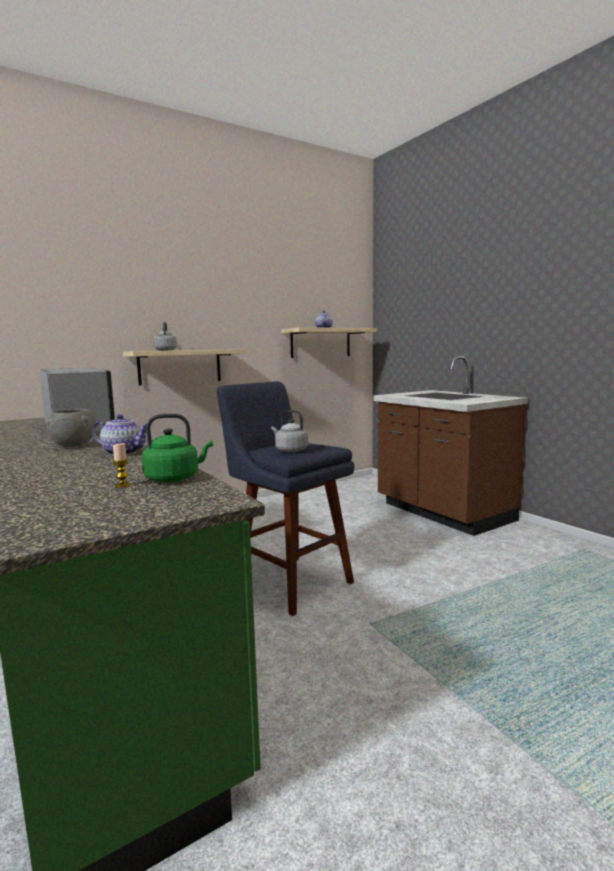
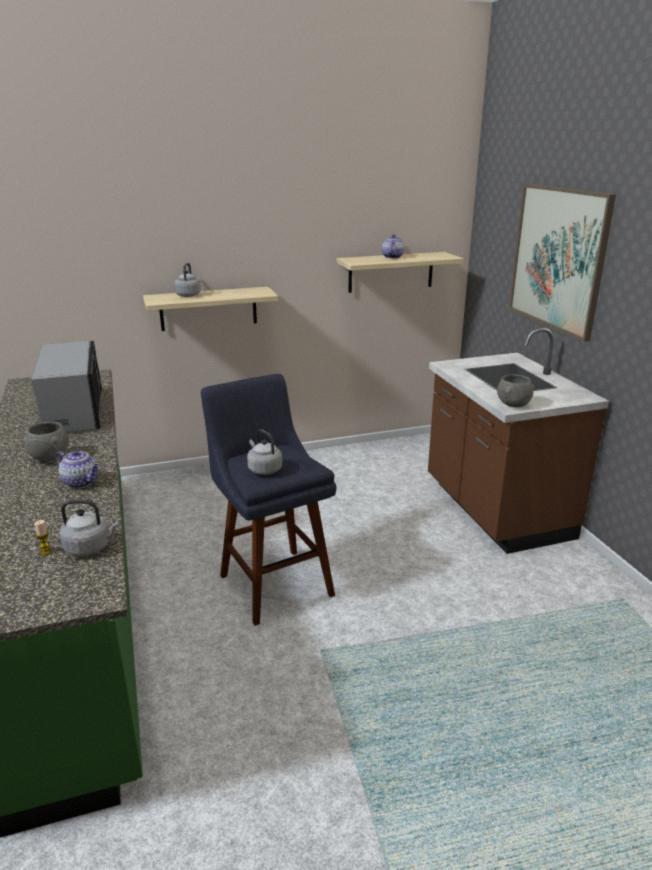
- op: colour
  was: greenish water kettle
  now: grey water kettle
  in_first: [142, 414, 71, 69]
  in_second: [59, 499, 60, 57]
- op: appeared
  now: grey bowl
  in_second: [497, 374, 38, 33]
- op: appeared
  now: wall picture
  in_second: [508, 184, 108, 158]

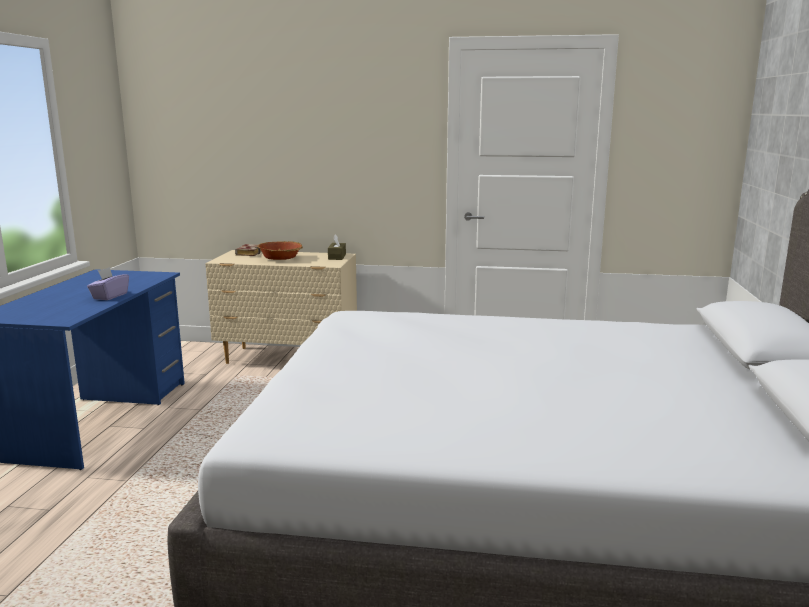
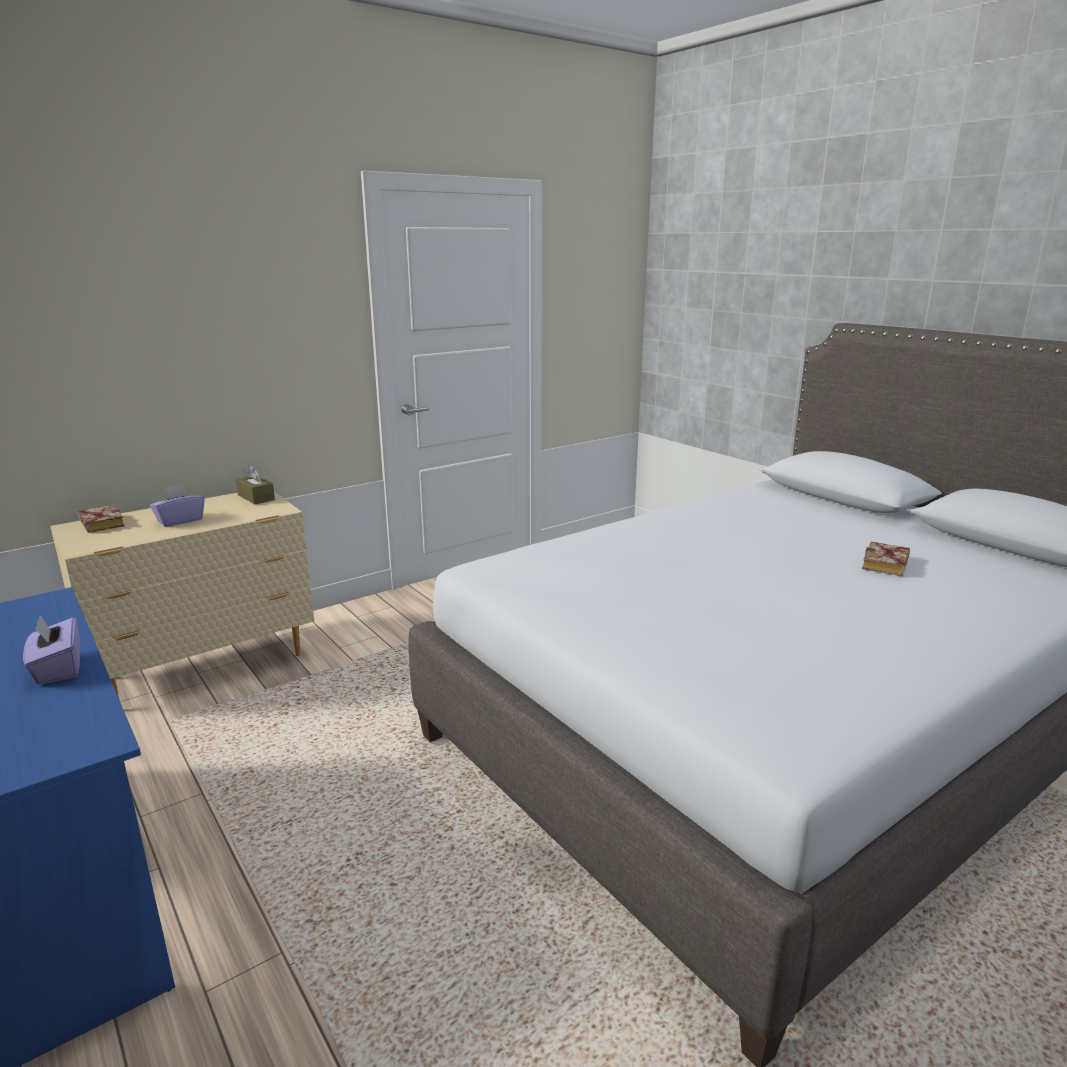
- op: exchanged
  was: bowl
  now: purple-coloured tissue holder
  in_first: [257, 241, 46, 19]
  in_second: [150, 484, 55, 43]
- op: appeared
  now: bound book
  in_second: [862, 542, 48, 34]

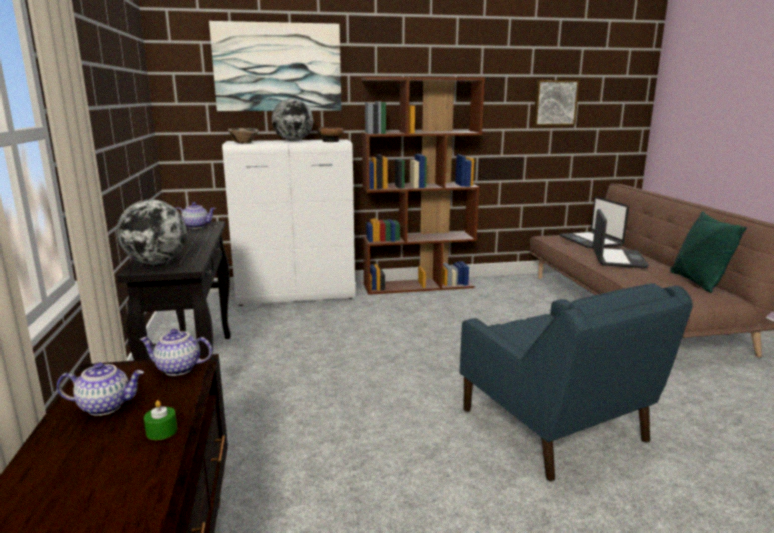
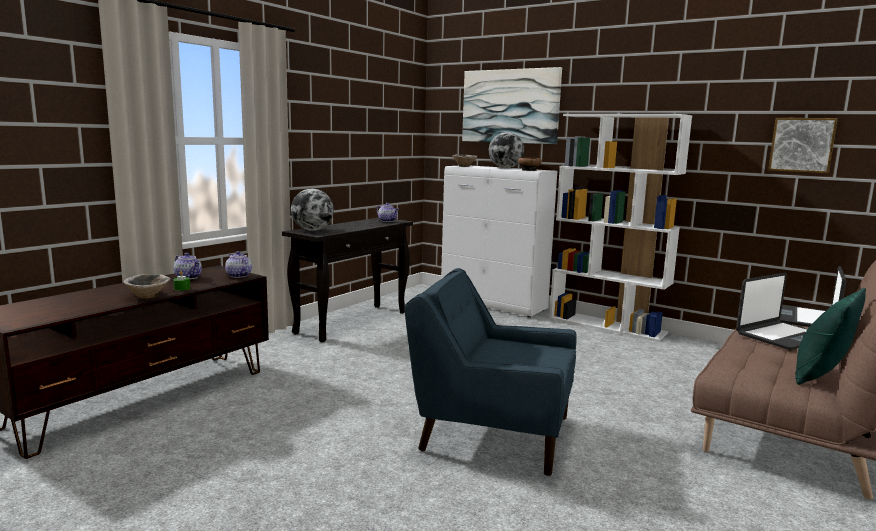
- op: appeared
  now: bowl
  in_second: [124, 274, 47, 25]
- op: spun
  was: bluish armchair
  in_first: [460, 283, 233, 198]
  in_second: [405, 268, 172, 208]
  clockwise: 90
- op: colour
  was: brown shelving unit
  now: white-coloured shelving unit
  in_first: [361, 77, 124, 218]
  in_second: [549, 114, 143, 228]

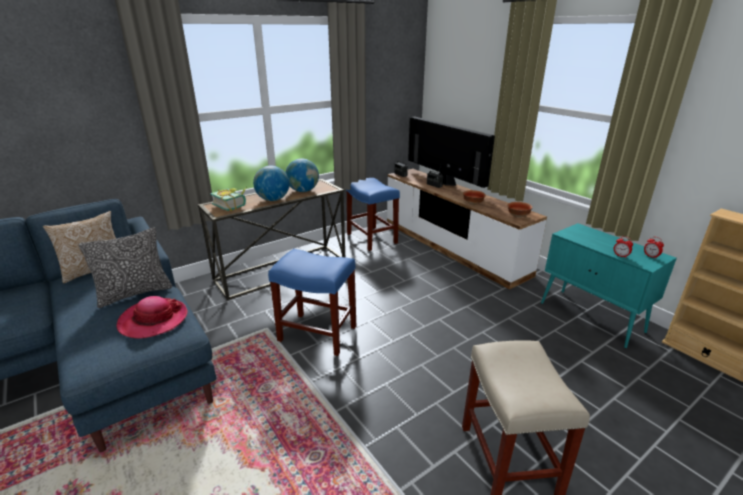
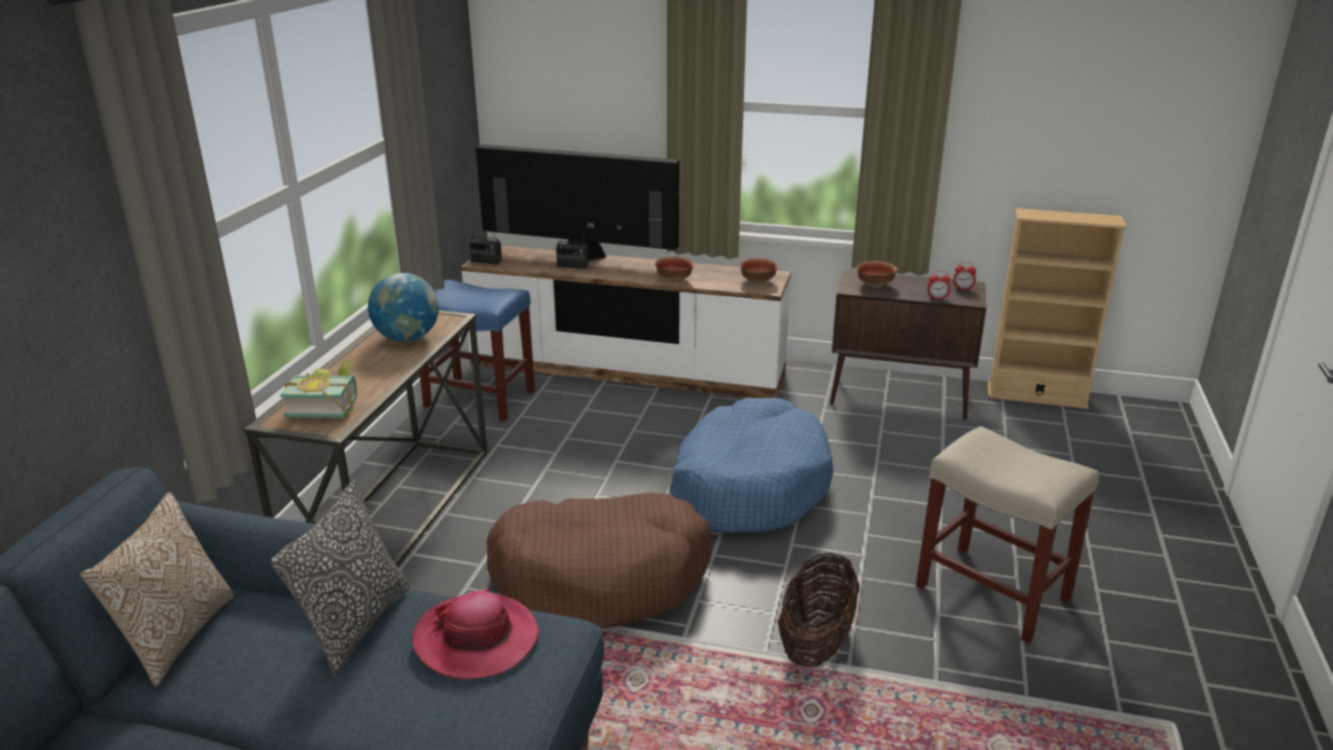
- op: exchanged
  was: bluish stool seat
  now: brown dog cushion
  in_first: [268, 249, 88, 107]
  in_second: [487, 492, 224, 137]
- op: appeared
  now: bluish dog cushion
  in_second: [670, 398, 163, 135]
- op: appeared
  now: household basket
  in_second: [778, 552, 82, 116]
- op: colour
  was: turquoise-coloured cupboard
  now: brown cupboard
  in_first: [541, 223, 136, 125]
  in_second: [830, 270, 157, 150]
- op: appeared
  now: bowl
  in_second: [856, 261, 41, 27]
- op: missing
  was: desk globe
  in_first: [253, 165, 36, 36]

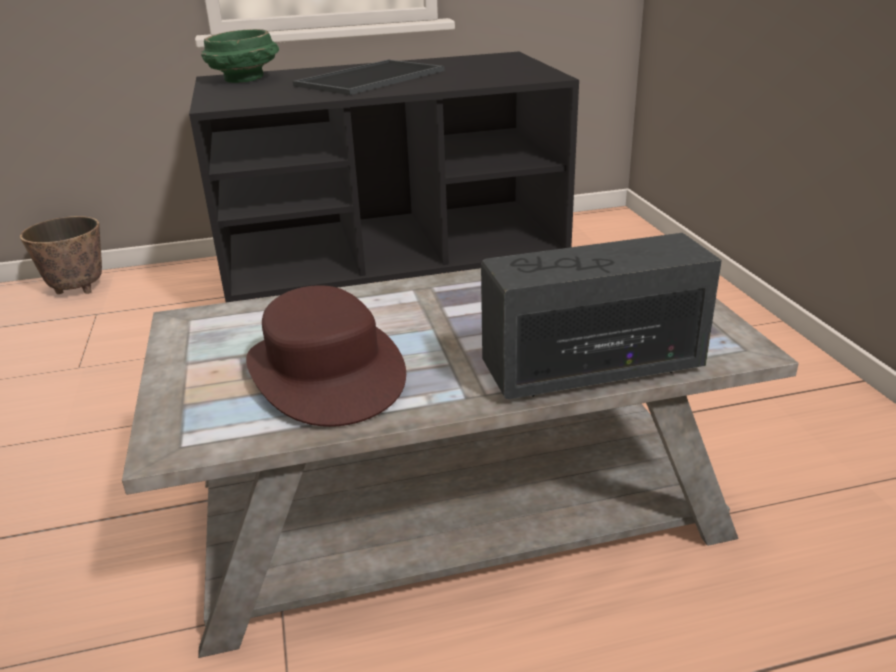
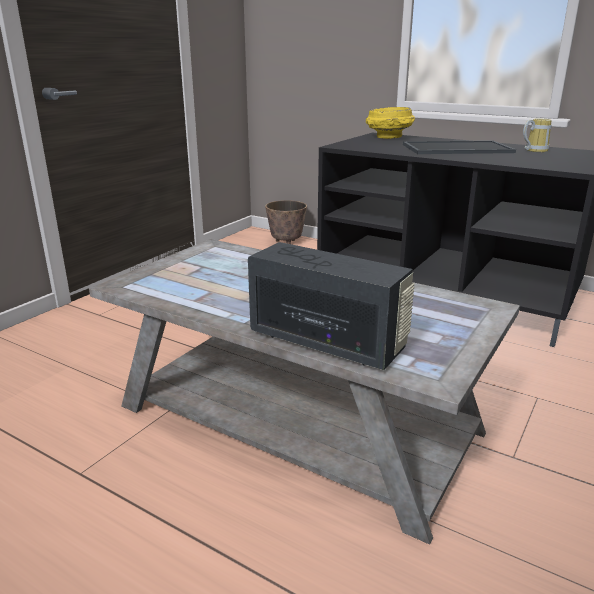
- op: colour
  was: greenish bowl
  now: yellowish bowl
  in_first: [201, 29, 78, 54]
  in_second: [366, 107, 49, 32]
- op: appeared
  now: mug
  in_second: [523, 118, 29, 34]
- op: missing
  was: brown hat
  in_first: [246, 285, 160, 142]

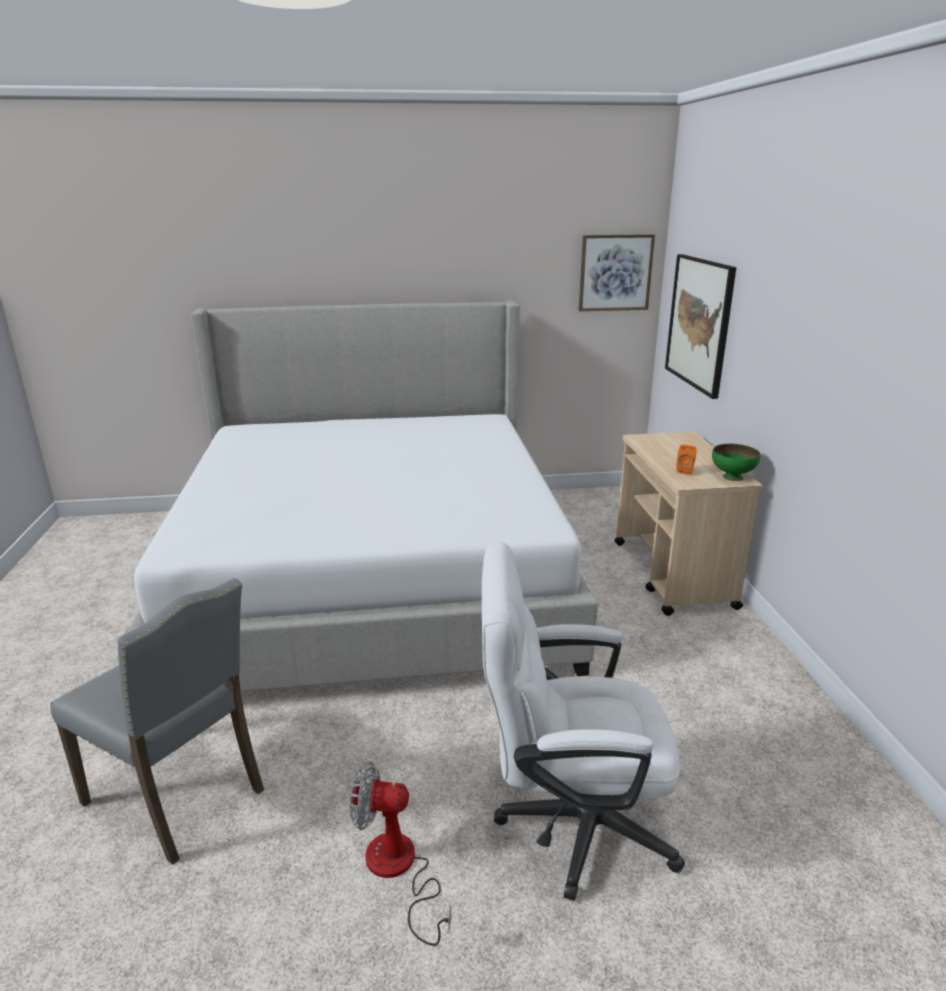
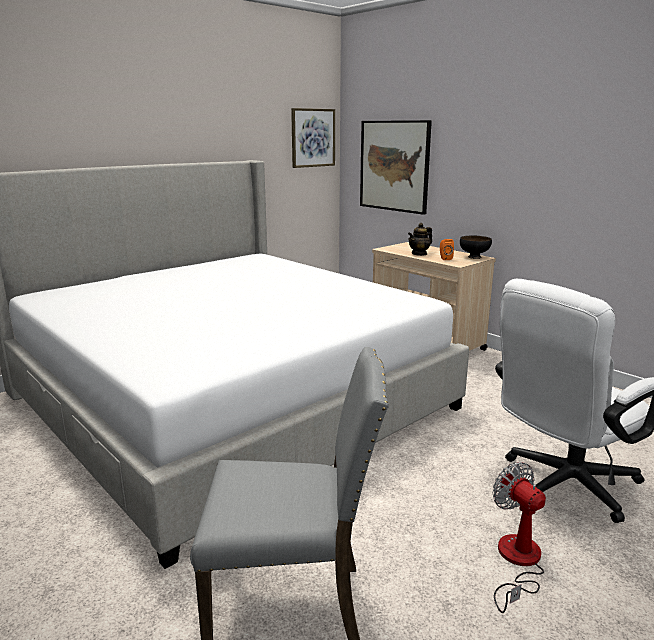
- op: appeared
  now: pot for tea
  in_second: [408, 223, 24, 33]
- op: colour
  was: greenish bowl
  now: black bowl
  in_first: [712, 444, 48, 37]
  in_second: [460, 236, 32, 23]
- op: spun
  was: cooling fan
  in_first: [350, 761, 101, 185]
  in_second: [493, 462, 53, 151]
  clockwise: 90

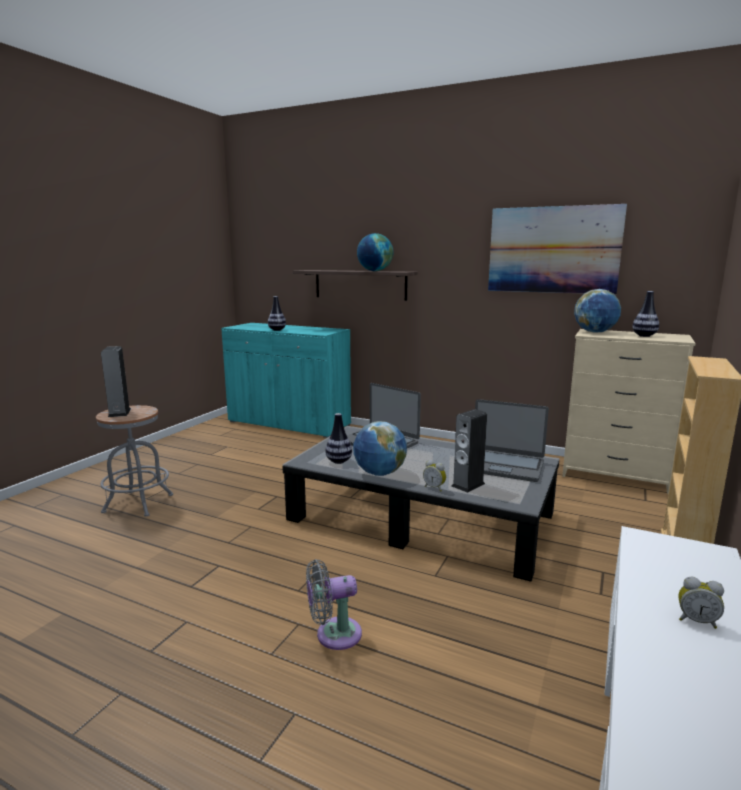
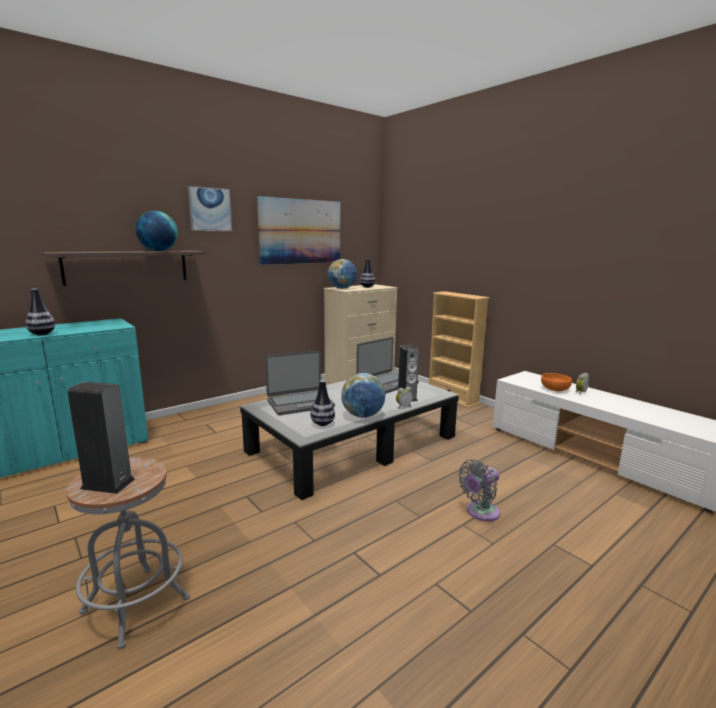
- op: appeared
  now: wall picture
  in_second: [188, 186, 44, 45]
- op: spun
  was: grey cooling fan
  in_first: [306, 559, 56, 91]
  in_second: [458, 459, 42, 62]
  clockwise: 45
- op: appeared
  now: orange-coloured bowl
  in_second: [541, 373, 31, 18]

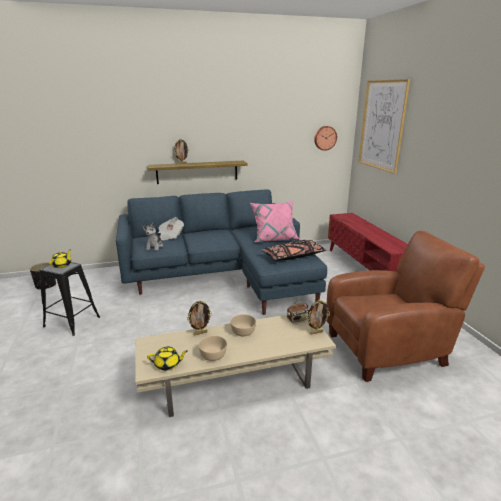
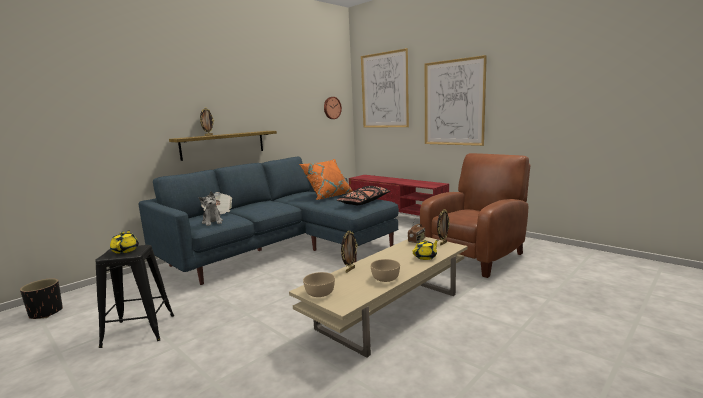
- op: colour
  was: pink cushion
  now: orange-coloured cushion
  in_first: [250, 201, 50, 41]
  in_second: [299, 159, 53, 41]
- op: relocated
  was: beige-coloured bowl
  in_first: [230, 314, 26, 22]
  in_second: [303, 272, 32, 25]
- op: relocated
  was: yellowish pot for tea
  in_first: [147, 347, 41, 24]
  in_second: [412, 240, 26, 20]
- op: appeared
  now: wall picture
  in_second: [425, 55, 62, 91]

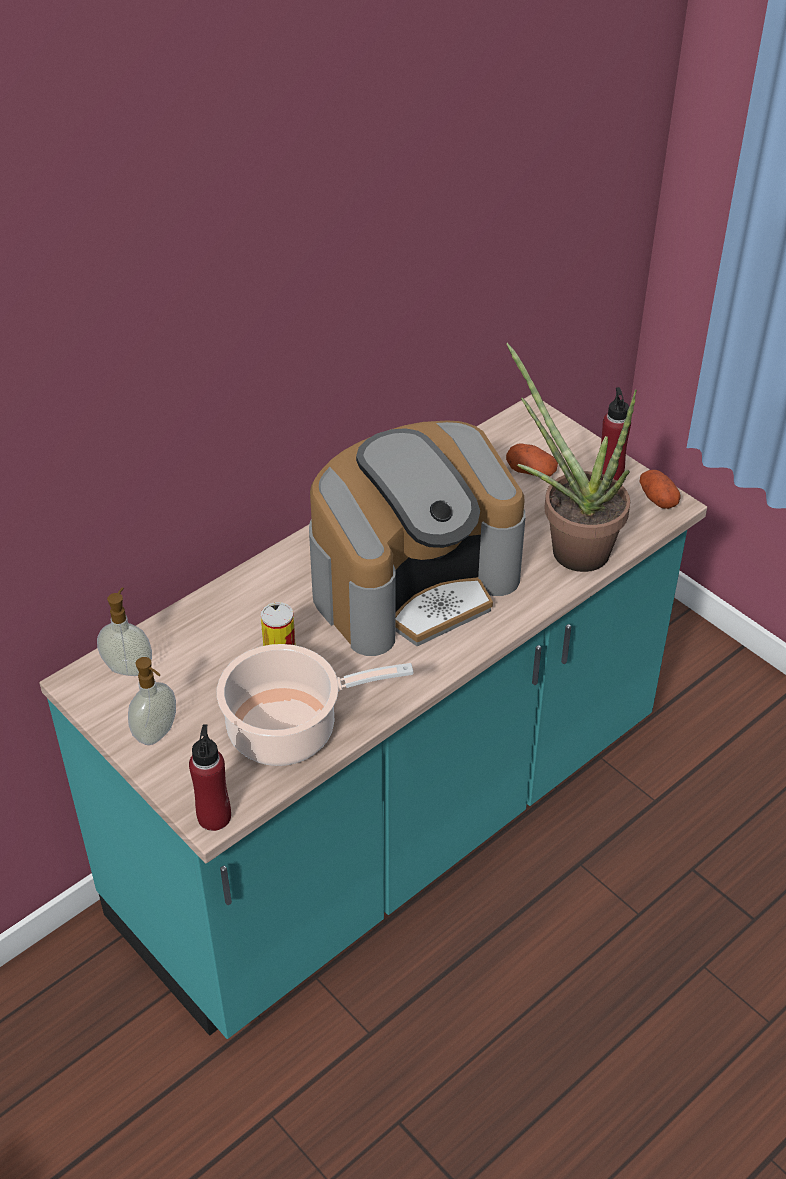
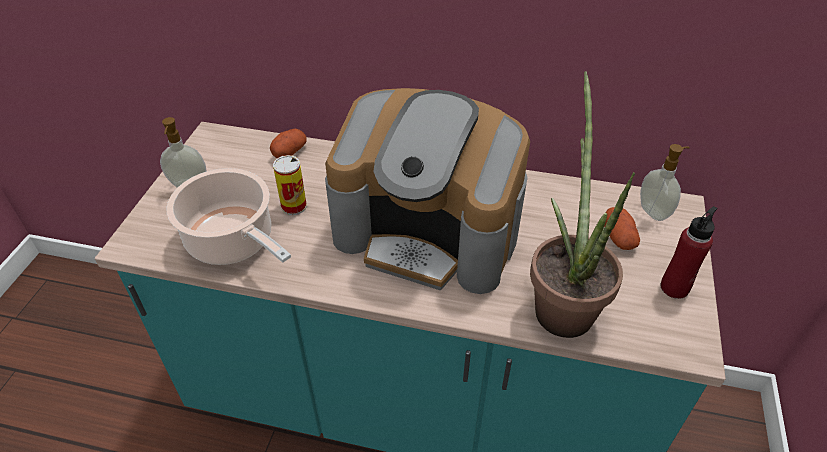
- op: relocated
  was: whole potato
  in_first: [640, 470, 41, 39]
  in_second: [270, 129, 37, 29]
- op: relocated
  was: soap dispenser
  in_first: [97, 588, 55, 88]
  in_second: [640, 144, 50, 77]
- op: missing
  was: reddish bottle
  in_first: [189, 724, 42, 107]

